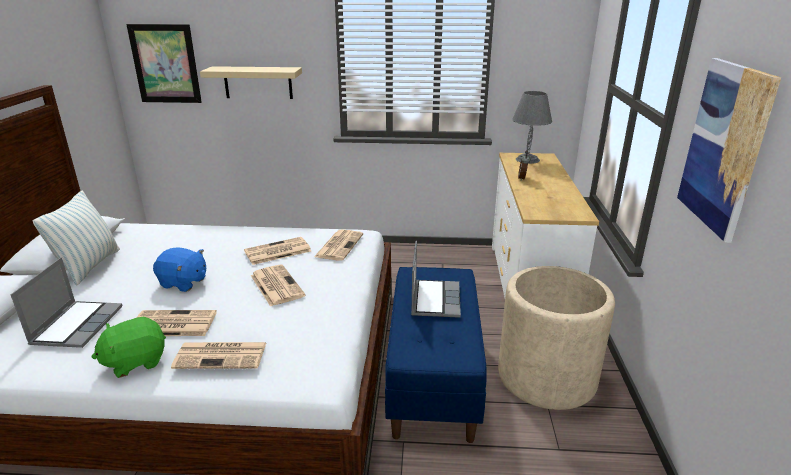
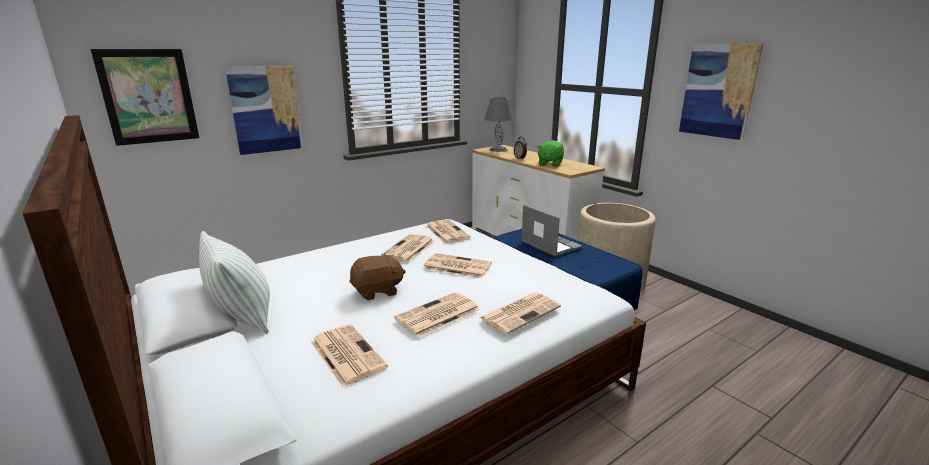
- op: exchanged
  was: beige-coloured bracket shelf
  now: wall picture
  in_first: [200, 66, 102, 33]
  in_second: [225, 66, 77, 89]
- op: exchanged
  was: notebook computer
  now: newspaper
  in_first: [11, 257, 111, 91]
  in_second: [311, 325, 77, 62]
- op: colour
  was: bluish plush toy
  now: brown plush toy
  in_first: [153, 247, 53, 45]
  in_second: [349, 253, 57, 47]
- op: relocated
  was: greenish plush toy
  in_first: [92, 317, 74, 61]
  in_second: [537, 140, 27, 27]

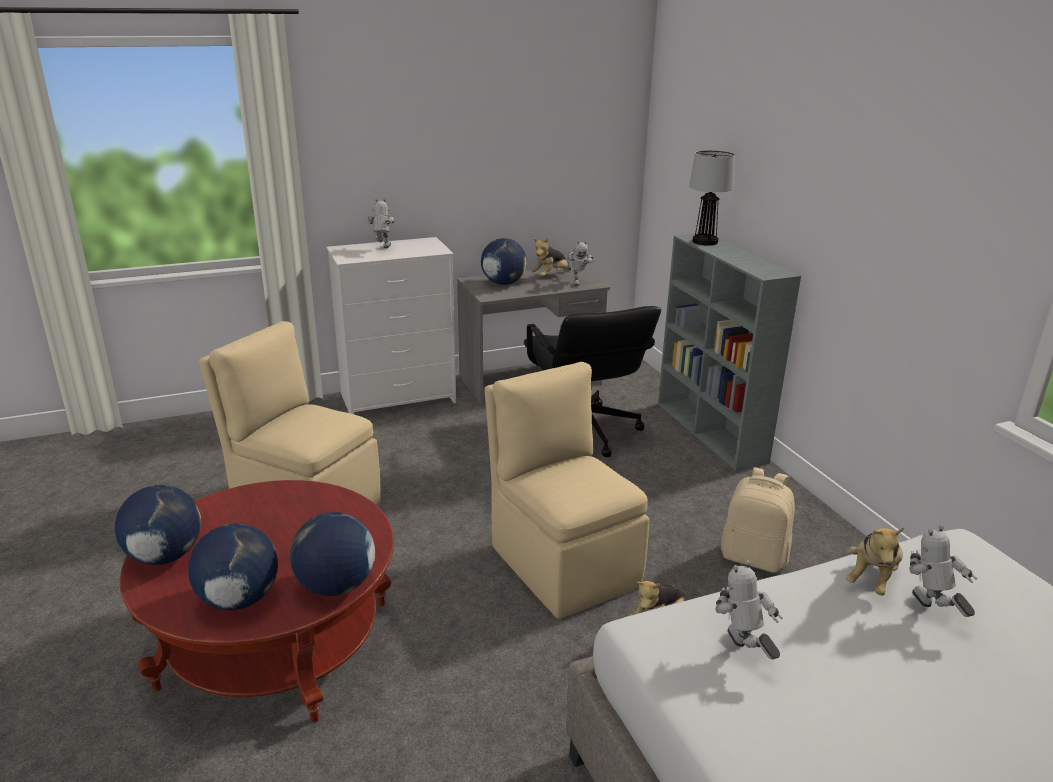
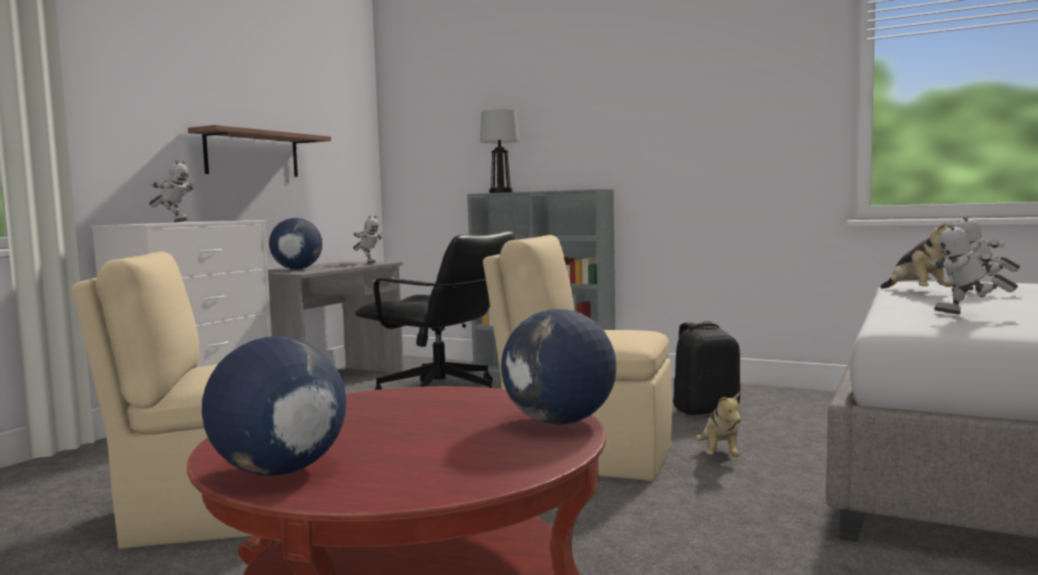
- op: spun
  was: robot figure
  in_first: [367, 198, 27, 50]
  in_second: [149, 160, 44, 62]
  clockwise: 150
- op: appeared
  now: bracket shelf
  in_second: [188, 125, 143, 52]
- op: colour
  was: beige-coloured backpack
  now: black backpack
  in_first: [721, 467, 74, 106]
  in_second: [673, 321, 67, 94]
- op: missing
  was: desk globe
  in_first: [188, 523, 90, 87]
- op: missing
  was: plush toy
  in_first: [531, 238, 40, 39]

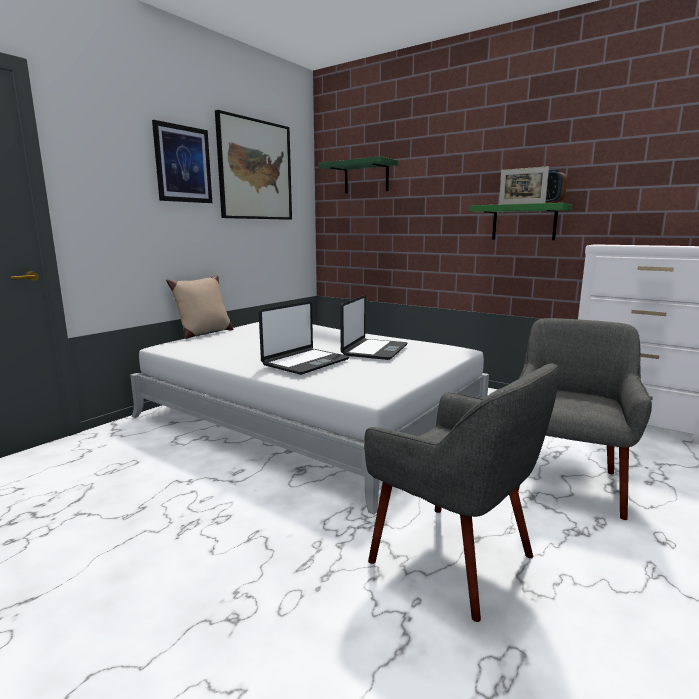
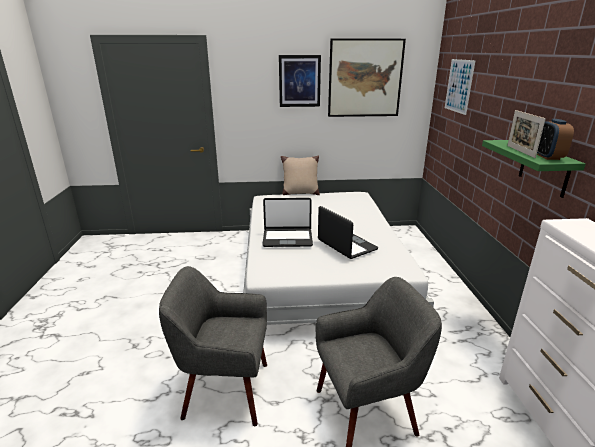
- op: spun
  was: grey armchair
  in_first: [364, 363, 195, 259]
  in_second: [159, 266, 108, 160]
  clockwise: 90
- op: spun
  was: notebook computer
  in_first: [340, 295, 67, 65]
  in_second: [318, 206, 60, 53]
  clockwise: -105
- op: exchanged
  was: greenish bracket shelf
  now: wall picture
  in_first: [318, 156, 80, 37]
  in_second: [445, 59, 31, 56]

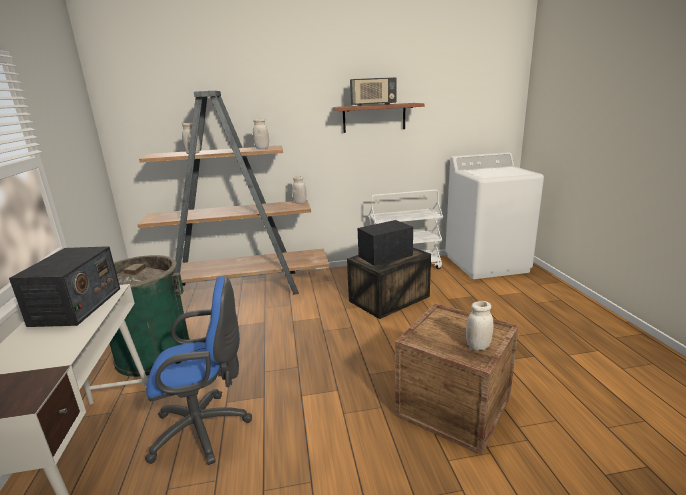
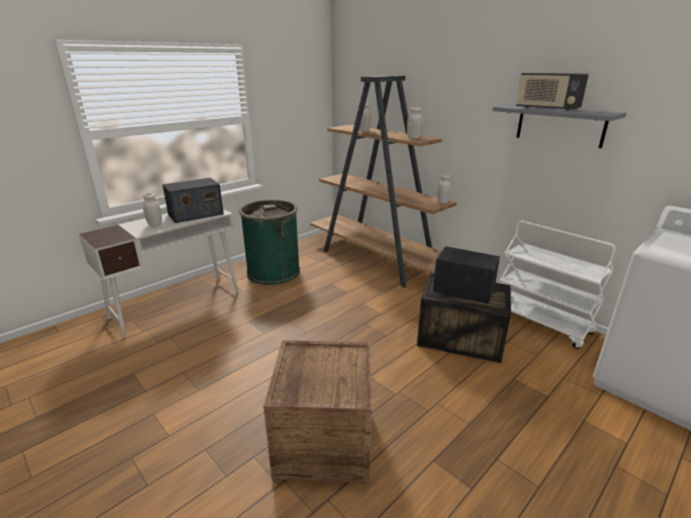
- op: relocated
  was: white-coloured jar
  in_first: [466, 301, 27, 49]
  in_second: [143, 193, 19, 34]
- op: colour
  was: brown bracket shelf
  now: grey bracket shelf
  in_first: [333, 103, 92, 30]
  in_second: [492, 104, 134, 44]
- op: missing
  was: bluish computer chair
  in_first: [145, 276, 107, 189]

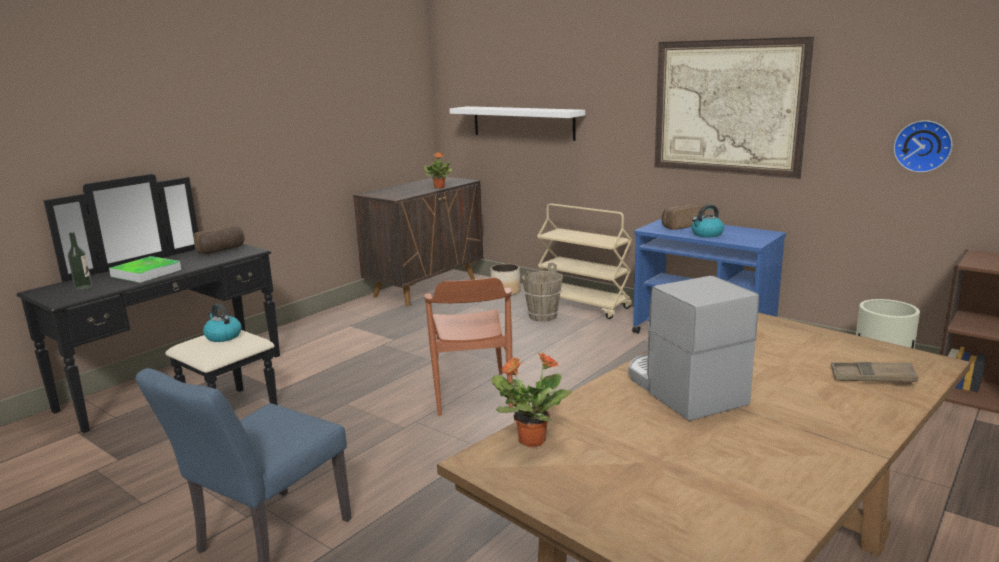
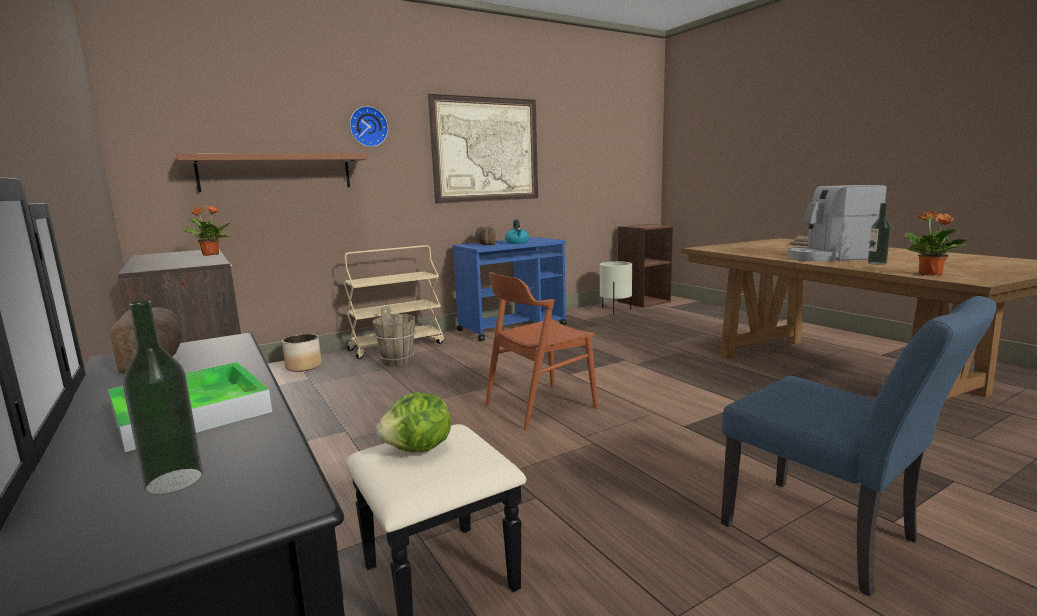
- op: colour
  was: white-coloured bracket shelf
  now: brown bracket shelf
  in_first: [450, 106, 135, 35]
  in_second: [176, 153, 191, 39]
- op: relocated
  was: clock on the wall
  in_first: [894, 120, 58, 53]
  in_second: [350, 106, 38, 41]
- op: exchanged
  was: water kettle
  now: lettuce
  in_first: [203, 304, 39, 38]
  in_second: [376, 392, 75, 60]
- op: spun
  was: brown plain chair
  in_first: [424, 278, 89, 138]
  in_second: [486, 272, 112, 158]
  clockwise: 135
- op: appeared
  now: bottle
  in_second: [868, 203, 23, 62]

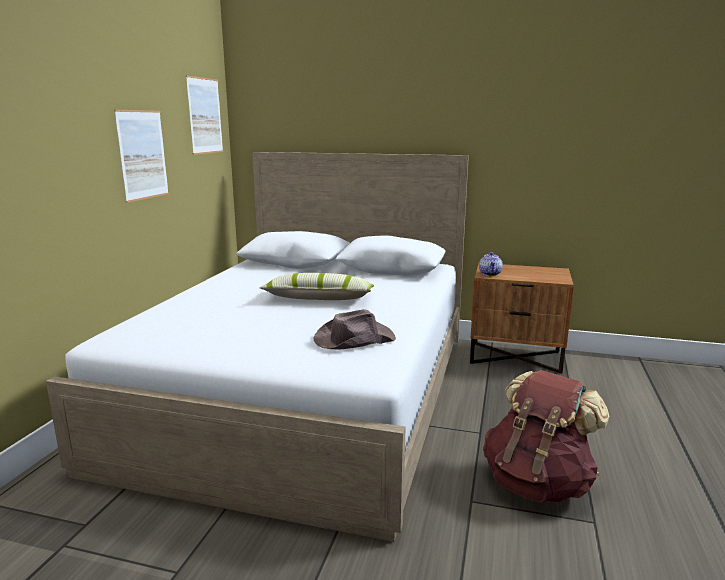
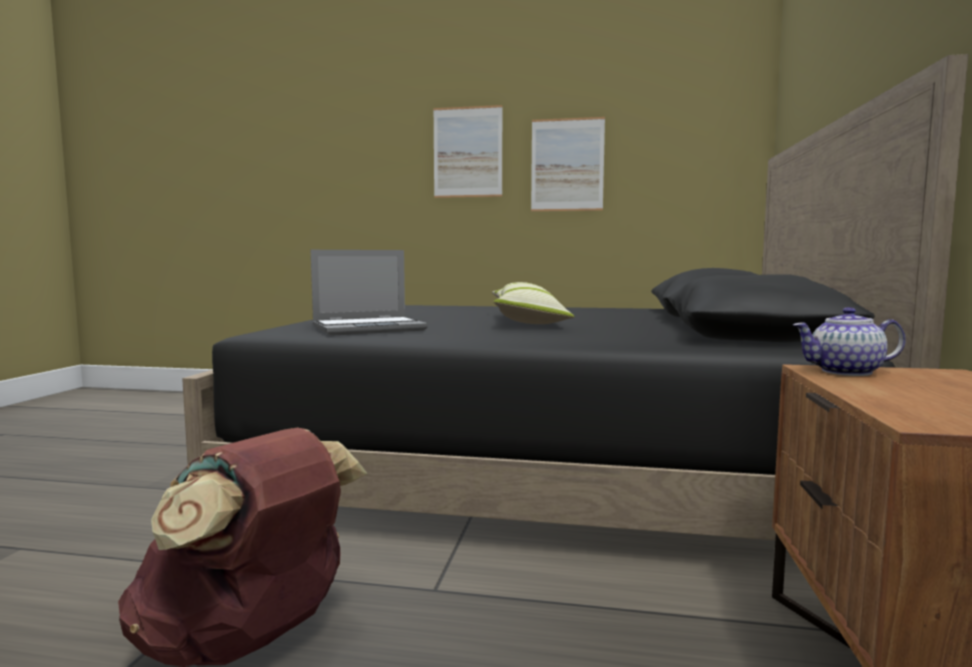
- op: colour
  was: white-coloured bedroom bed
  now: black bedroom bed
  in_first: [46, 152, 423, 390]
  in_second: [182, 54, 786, 486]
- op: exchanged
  was: brown hat
  now: notebook computer
  in_first: [313, 309, 83, 41]
  in_second: [311, 250, 117, 86]
- op: relocated
  was: wall picture
  in_first: [186, 75, 37, 80]
  in_second: [433, 105, 70, 93]

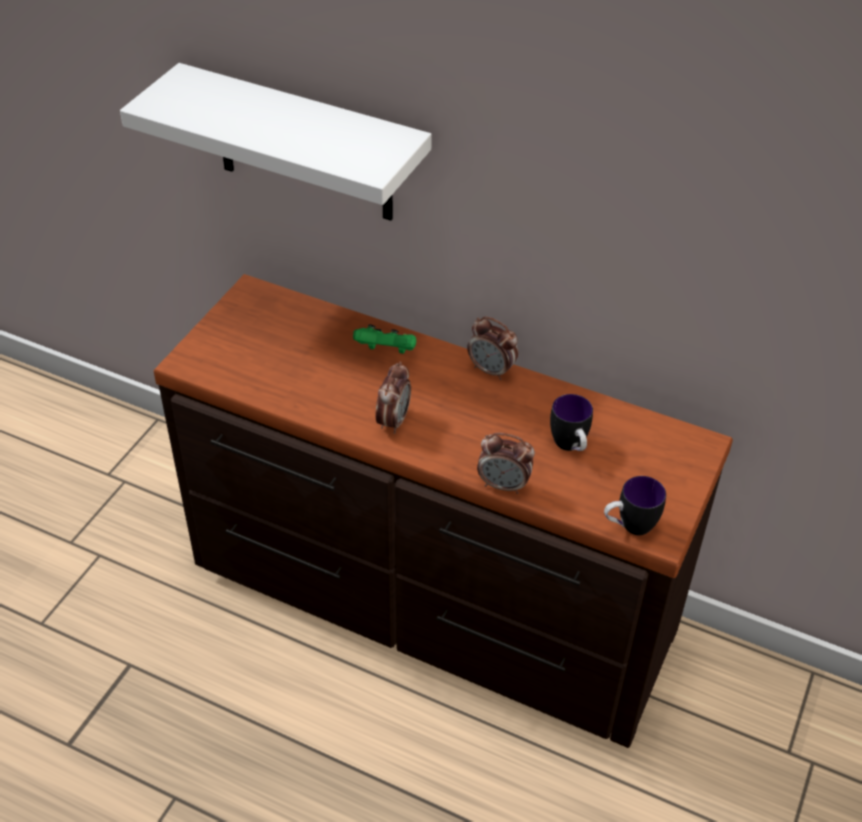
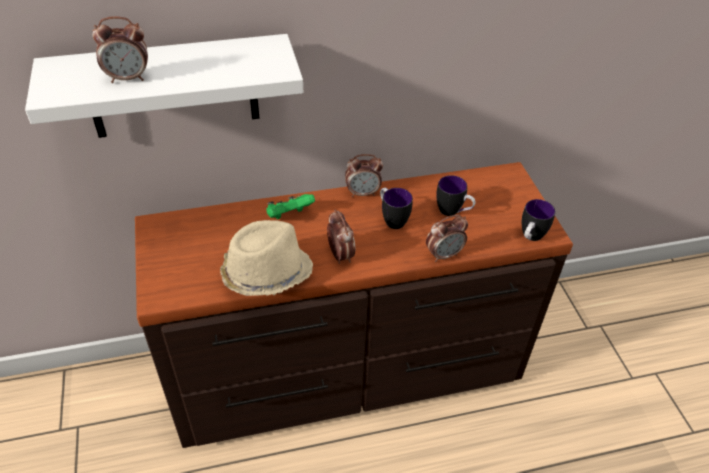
- op: appeared
  now: table clock
  in_second: [92, 16, 56, 67]
- op: appeared
  now: beige-coloured hat
  in_second: [220, 220, 93, 76]
- op: appeared
  now: mug
  in_second: [380, 188, 33, 41]

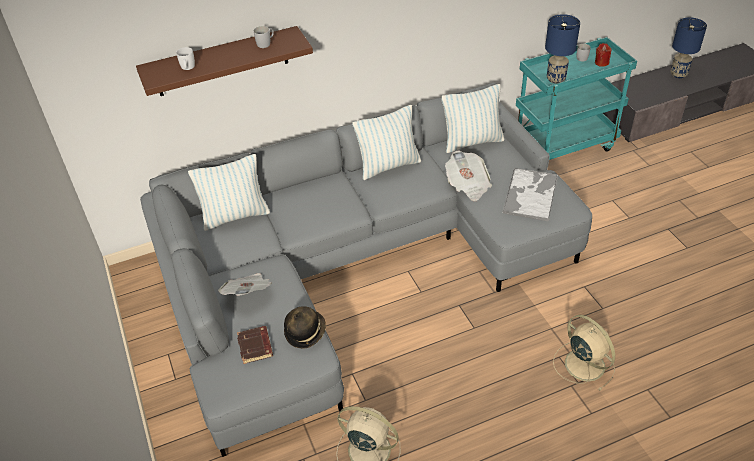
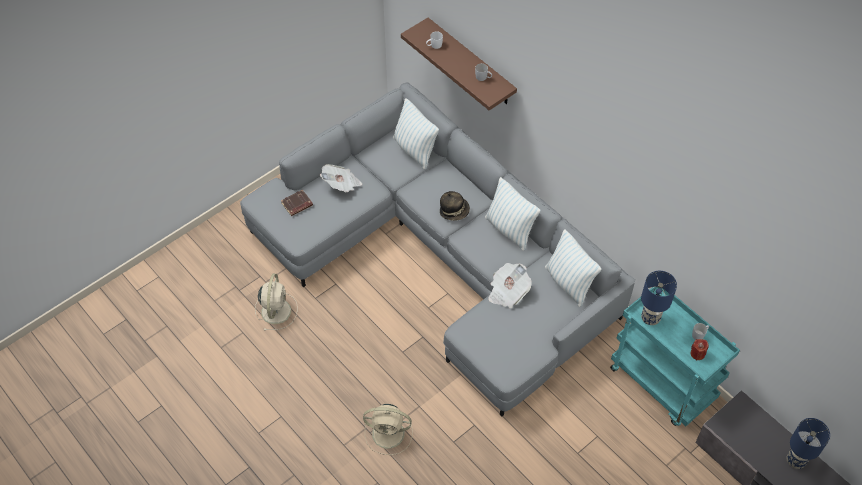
- op: spun
  was: beige-coloured cooling fan
  in_first: [553, 315, 62, 76]
  in_second: [363, 404, 50, 51]
  clockwise: 60
- op: relocated
  was: hat
  in_first: [284, 306, 42, 43]
  in_second: [440, 191, 30, 30]
- op: missing
  was: carrying tray
  in_first: [502, 167, 56, 55]

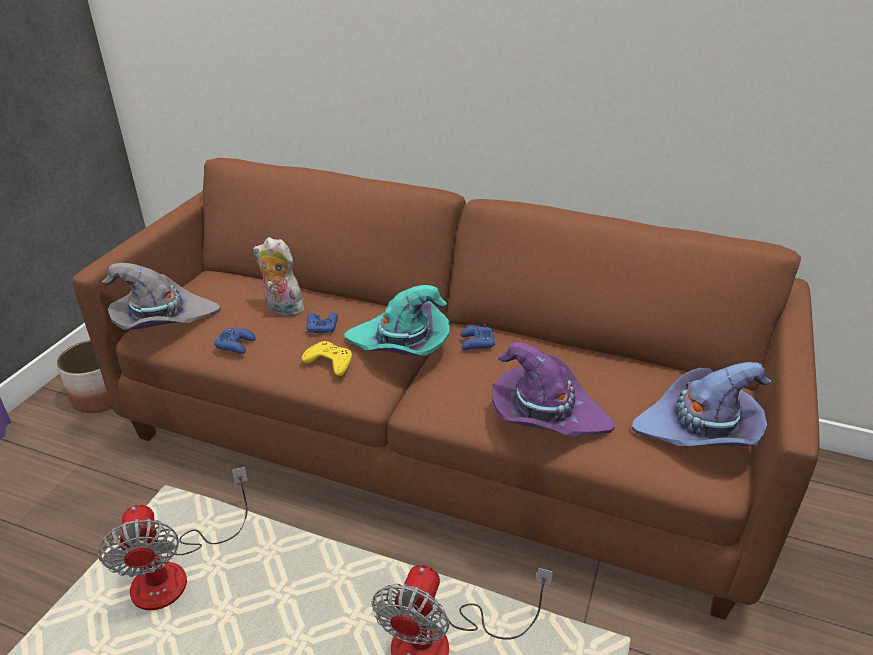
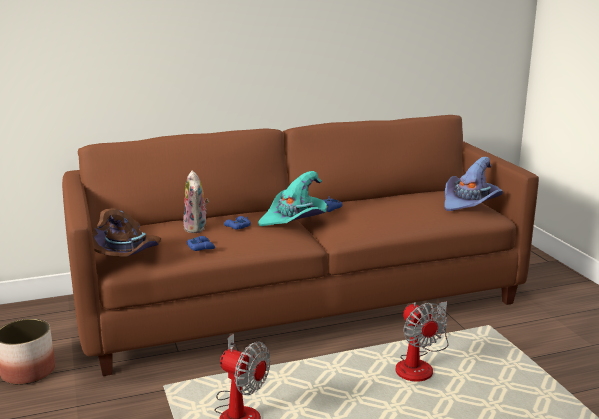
- op: colour
  was: grey hat
  now: brown hat
  in_first: [102, 263, 118, 67]
  in_second: [92, 208, 69, 48]
- op: spun
  was: plush toy
  in_first: [253, 237, 53, 79]
  in_second: [183, 171, 26, 62]
  clockwise: -90
- op: missing
  was: yellowish gamepad
  in_first: [302, 341, 50, 35]
- op: missing
  was: purple-coloured hat
  in_first: [492, 342, 123, 95]

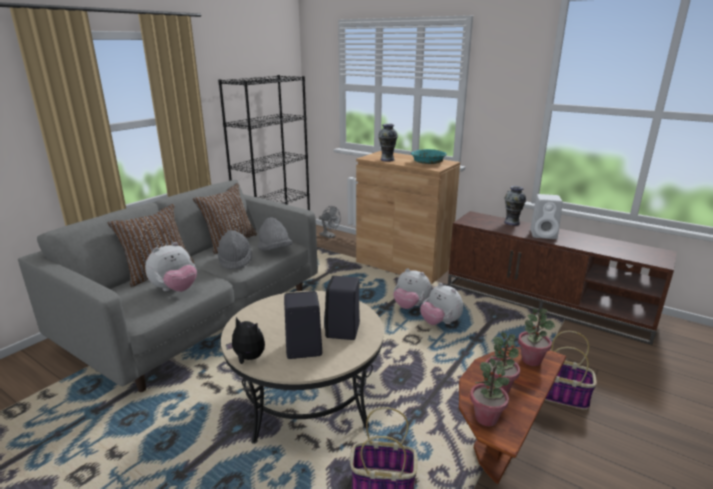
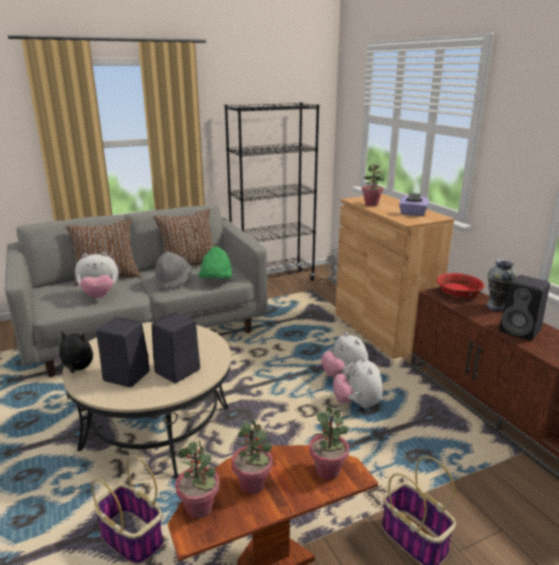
- op: spun
  was: plush toy
  in_first: [226, 317, 39, 47]
  in_second: [54, 330, 39, 43]
  clockwise: -45
- op: colour
  was: grey hat
  now: greenish hat
  in_first: [258, 217, 35, 34]
  in_second: [199, 246, 33, 32]
- op: exchanged
  was: decorative vase
  now: plant in a pot
  in_first: [378, 124, 20, 38]
  in_second: [362, 164, 22, 42]
- op: exchanged
  was: turquoise-coloured bowl
  now: purple-coloured tissue holder
  in_first: [411, 149, 36, 15]
  in_second: [399, 193, 30, 23]
- op: appeared
  now: reddish bowl
  in_second: [437, 273, 47, 25]
- op: colour
  was: white-coloured loudspeaker
  now: black loudspeaker
  in_first: [530, 194, 33, 45]
  in_second: [499, 275, 51, 65]

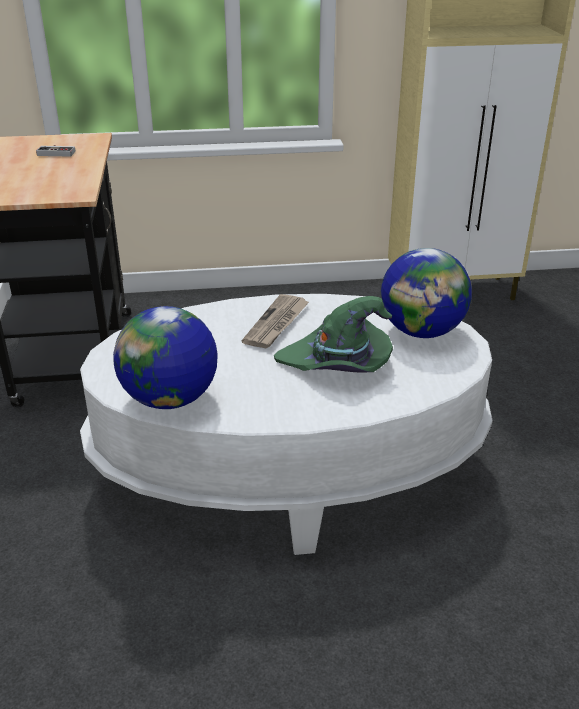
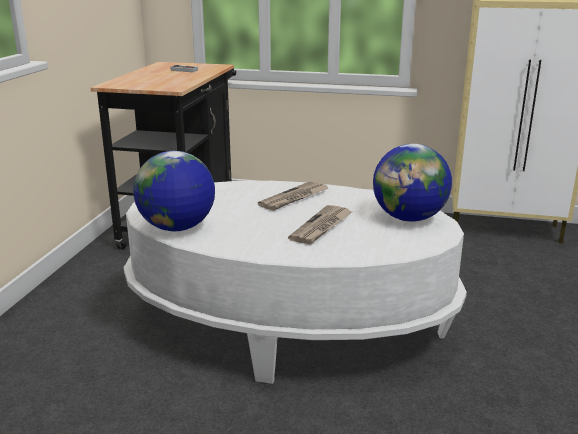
- op: exchanged
  was: greenish hat
  now: newspaper
  in_first: [274, 296, 119, 77]
  in_second: [288, 205, 65, 39]

